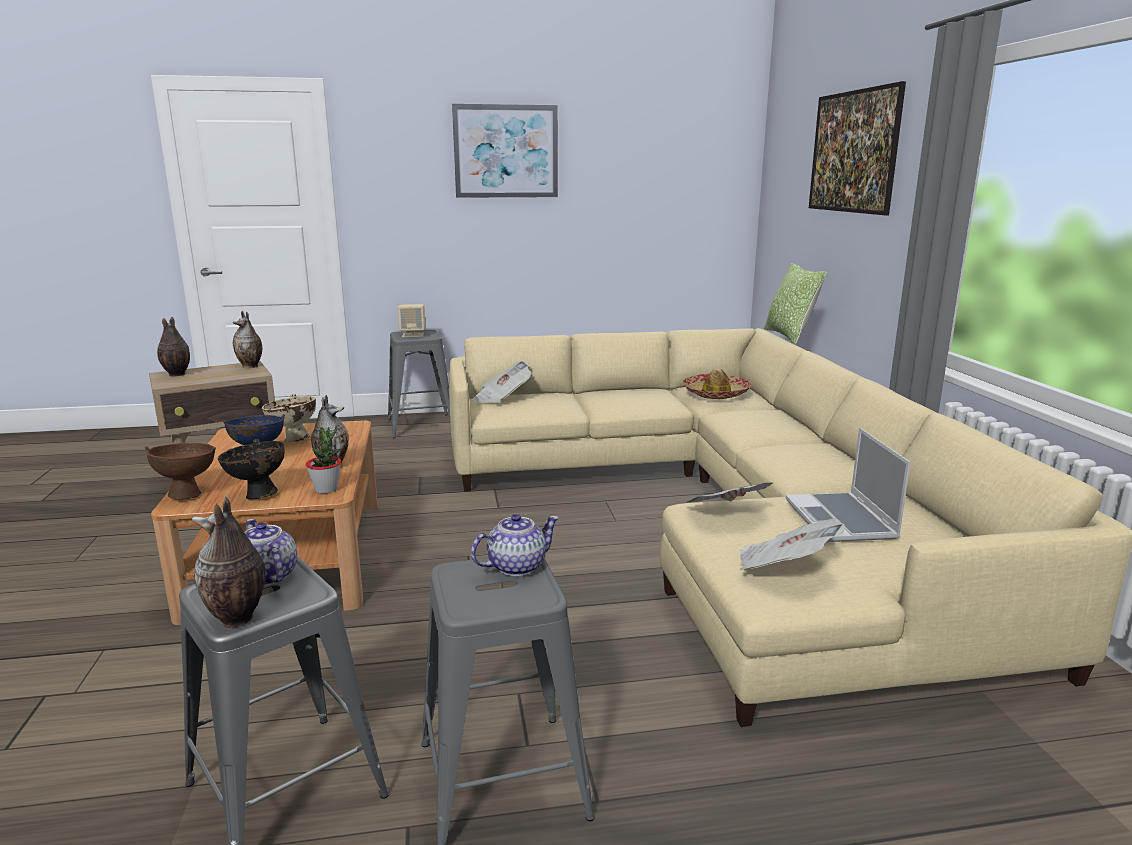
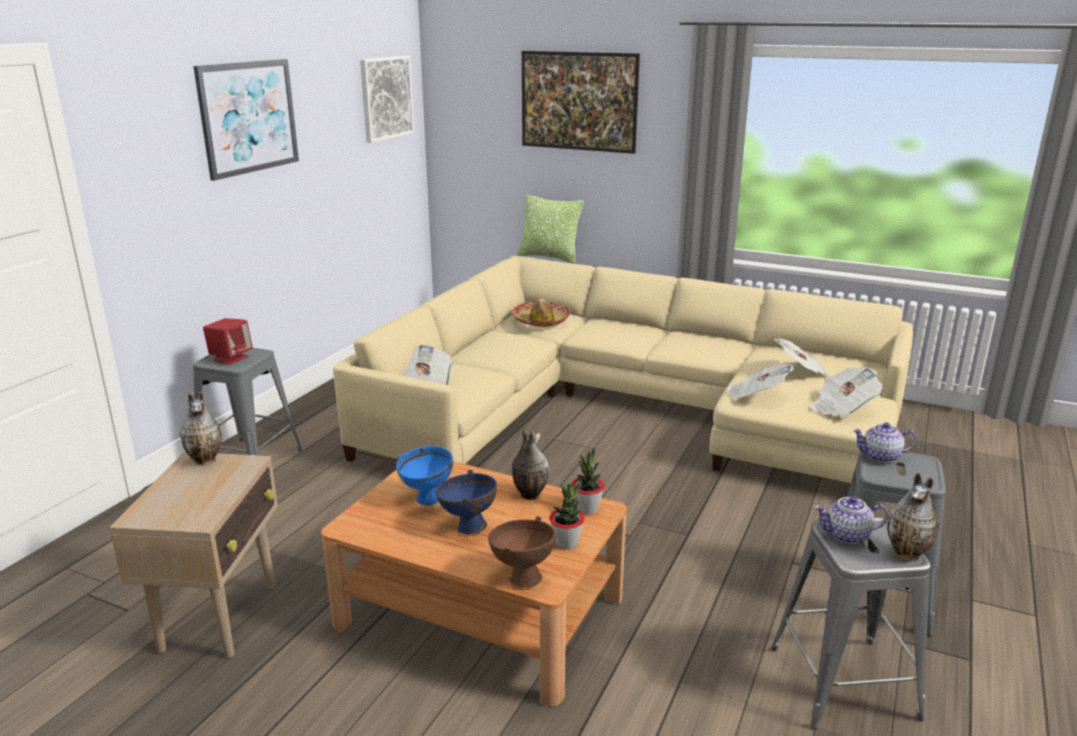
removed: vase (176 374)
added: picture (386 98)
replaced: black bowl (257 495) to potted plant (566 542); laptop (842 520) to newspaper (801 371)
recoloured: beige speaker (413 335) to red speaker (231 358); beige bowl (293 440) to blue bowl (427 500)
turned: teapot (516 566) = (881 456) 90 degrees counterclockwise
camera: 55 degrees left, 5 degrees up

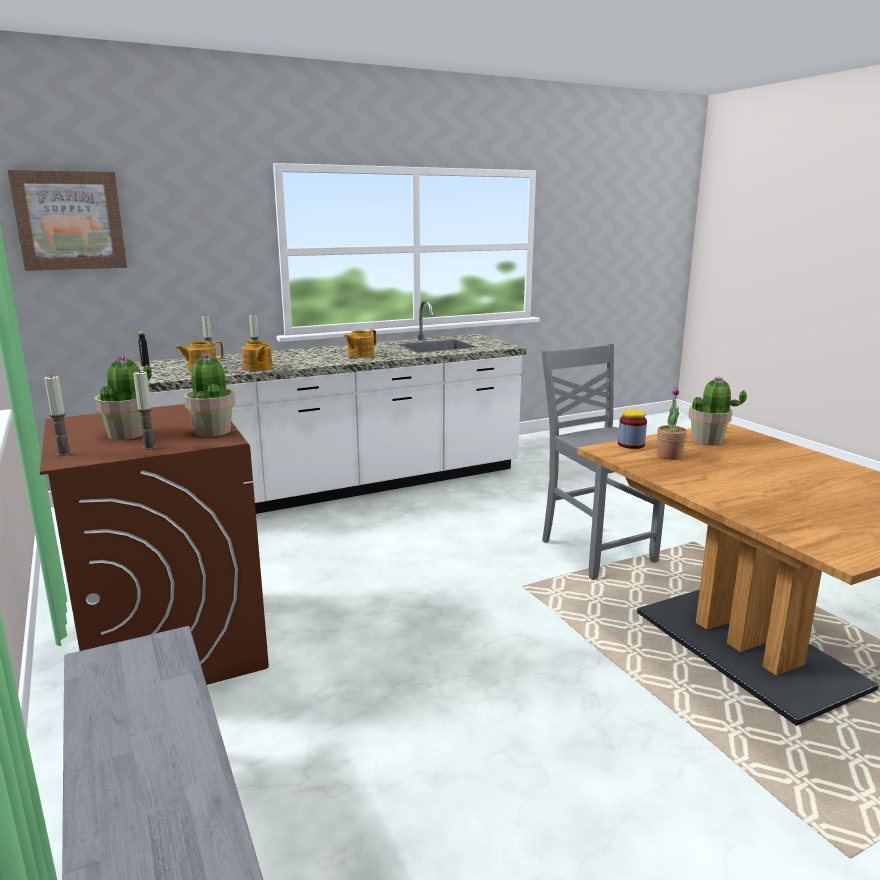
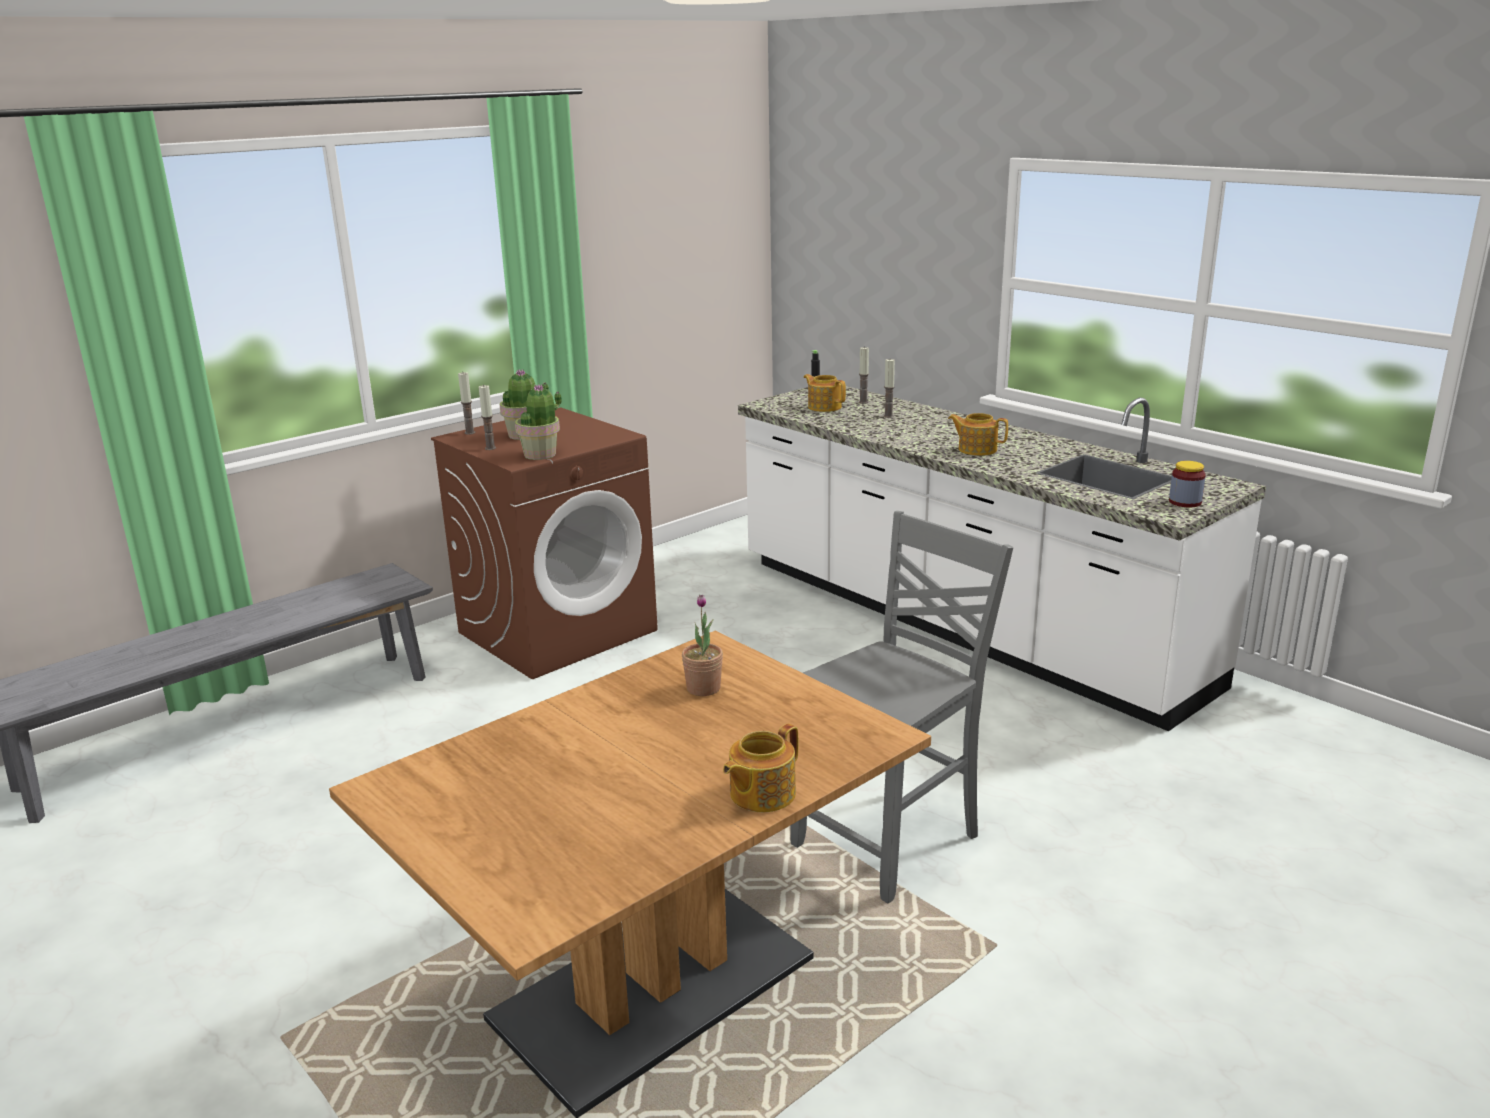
removed: picture (70 220); potted plant (707 441)
moved: teapot (257 368) to (761 794); jar (631 444) to (1185 502)
camera: 75 degrees right, 5 degrees up

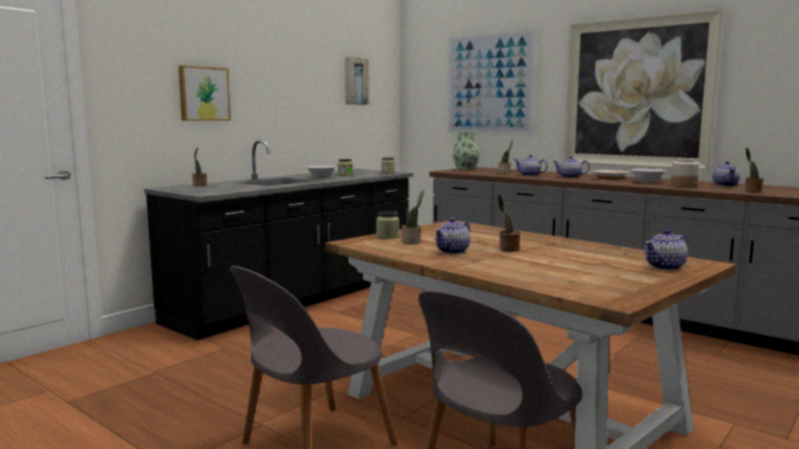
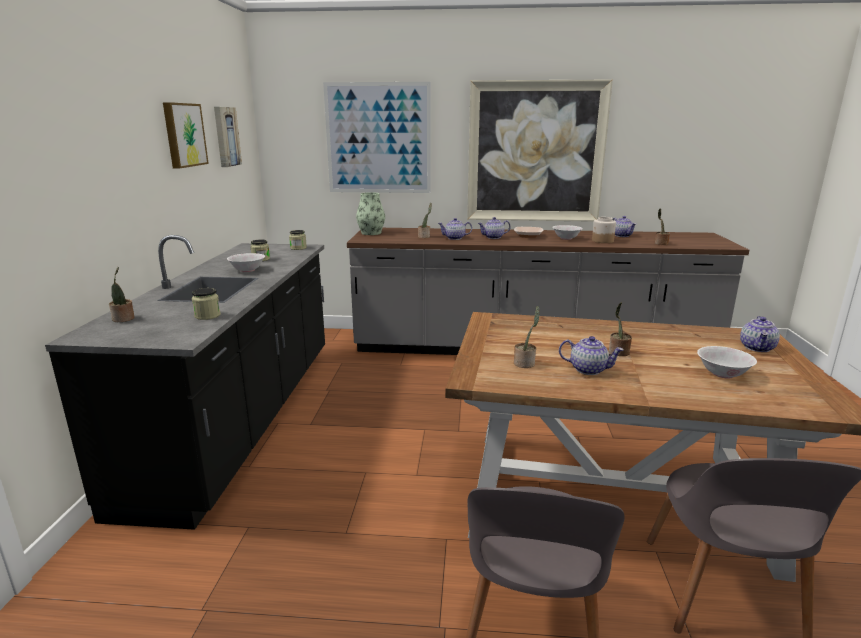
added: white bowl (723 374)
moved: picture (203 94) to (183 135); jar (387 236) to (207 316)
turned: teapot (452 251) = (588 369) 75 degrees counterclockwise
camera: 35 degrees left, 10 degrees up

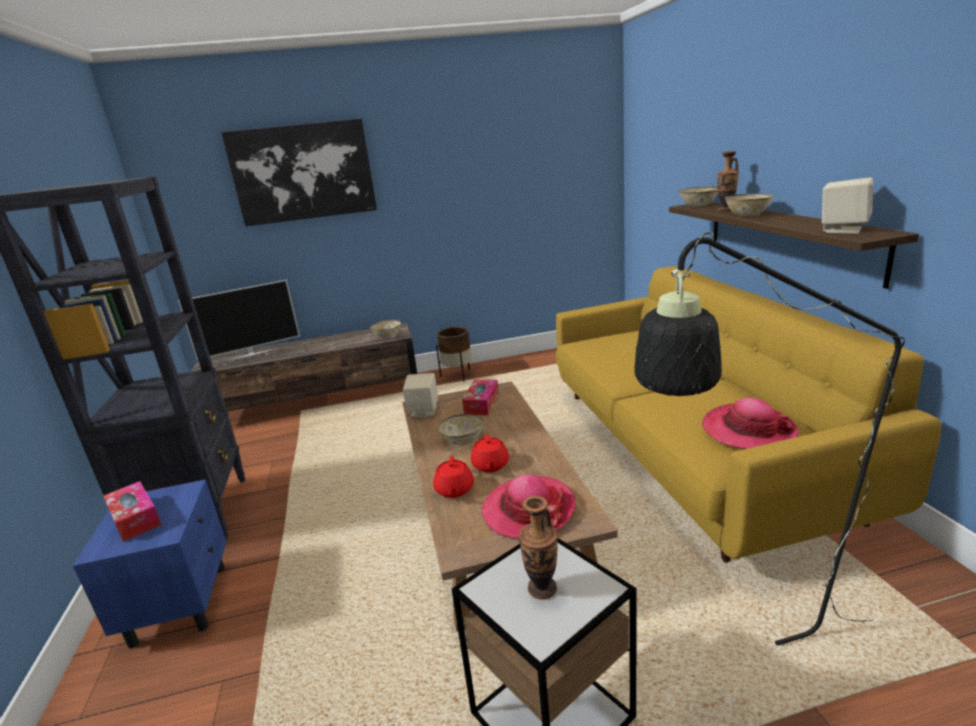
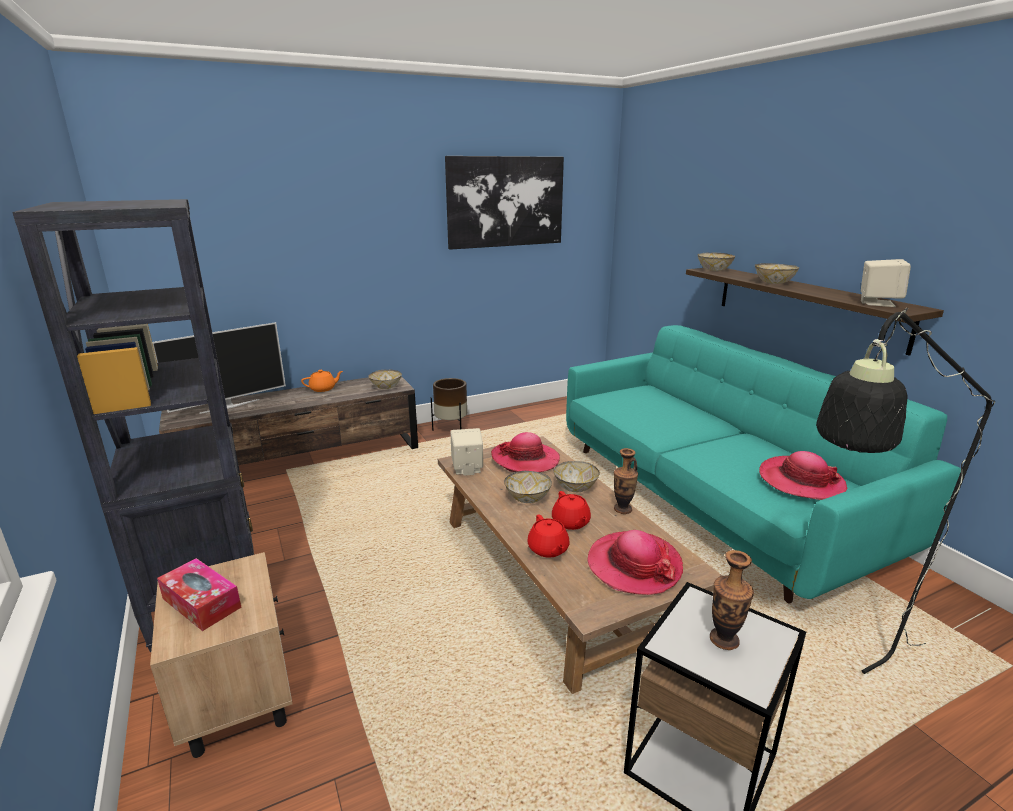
added: orange teapot (323 389); bowl (575 488)
moved: picture (303 172) to (505 202); vase (725 209) to (622 509)
replaced: tissue box (481 404) to hat (525 459)
recoloured: blue nightstand (181 602) to beige nightstand (238 697); yellow sofa (688 449) to turquoise sofa (710 499)
camera: 15 degrees left, 0 degrees up

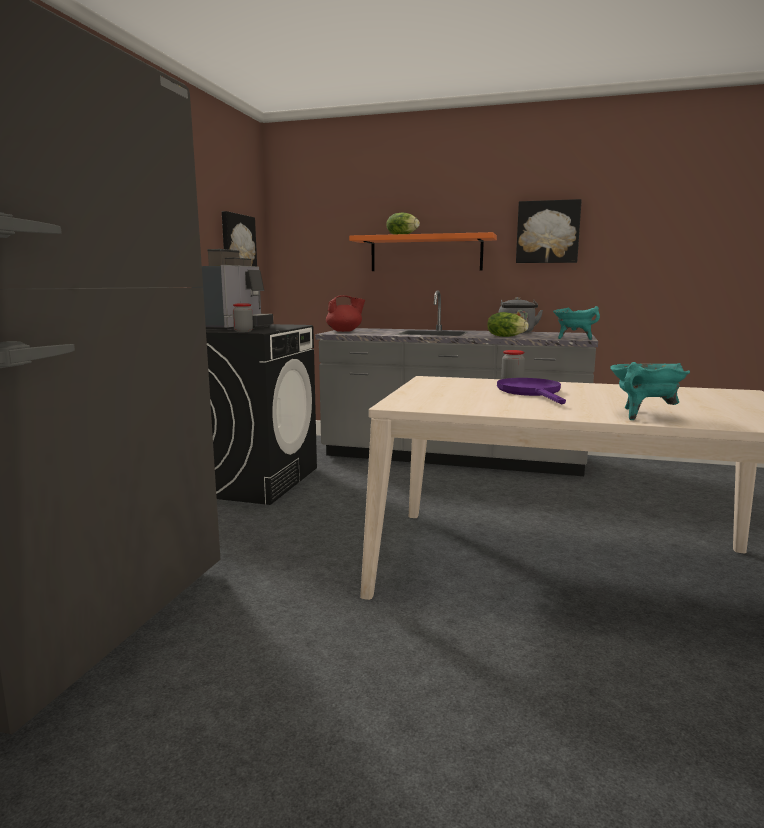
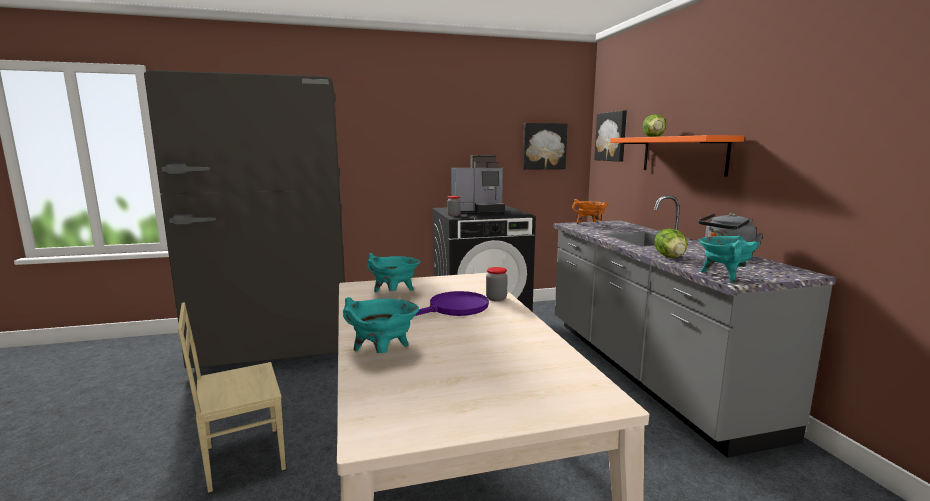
added: beige chair (243 457); turquoise cooking pot (394 294)
moved: picture (547 232) to (612 136)
replaced: red teapot (345 331) to orange cooking pot (590 224)
camera: 60 degrees right, 0 degrees up

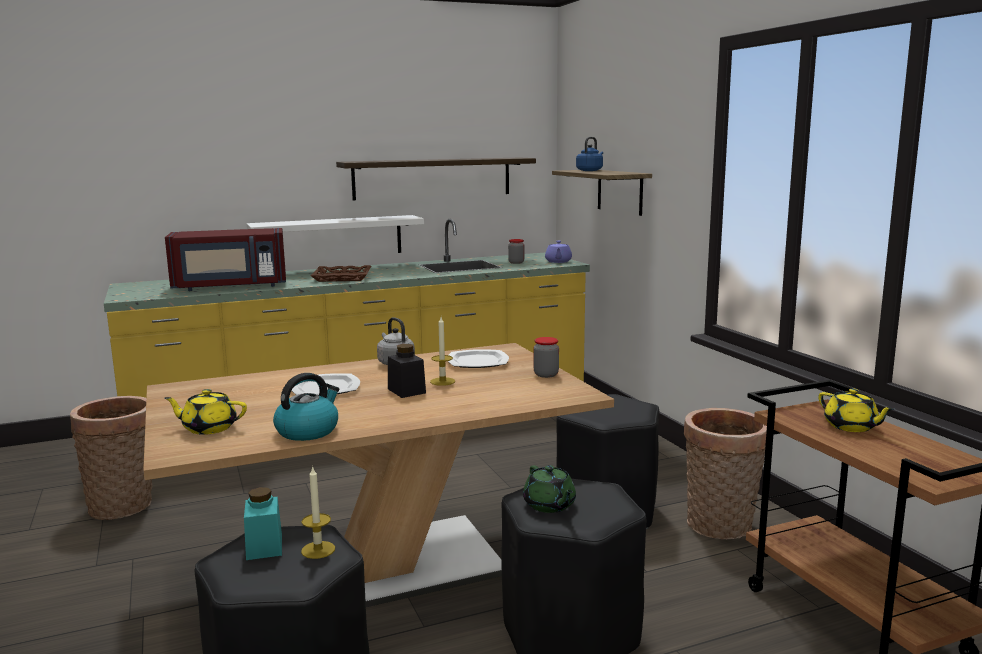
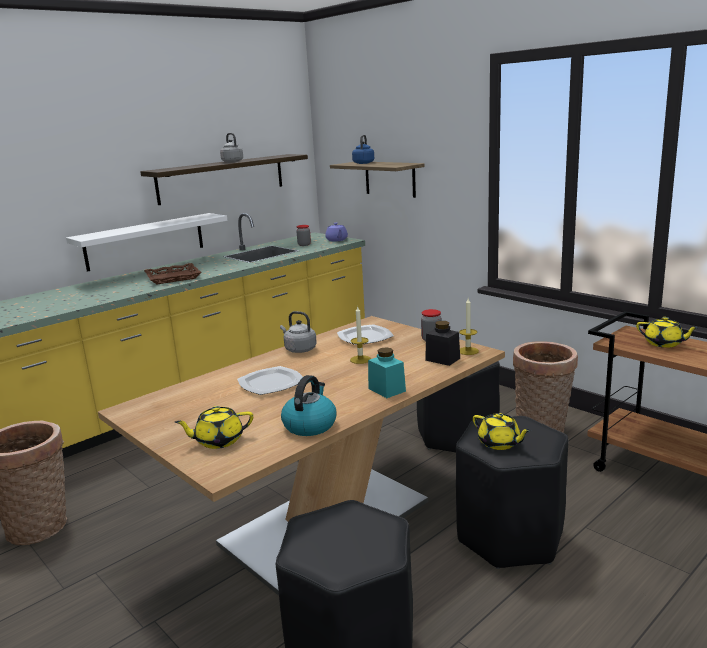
removed: red microwave (230 286)
added: grey kettle (231 161)
moved: turquoise jar (264 547) to (387 390); black jar (406 391) to (442 359); candle (318 550) to (468 351)
recoloured: green teapot (549 505) to yellow teapot (499 443)
camera: 20 degrees left, 5 degrees up

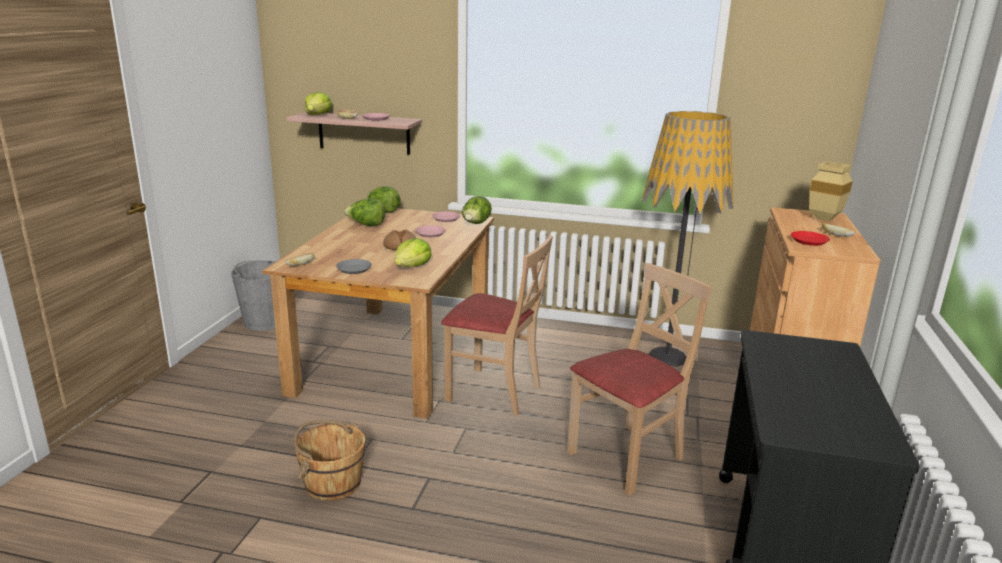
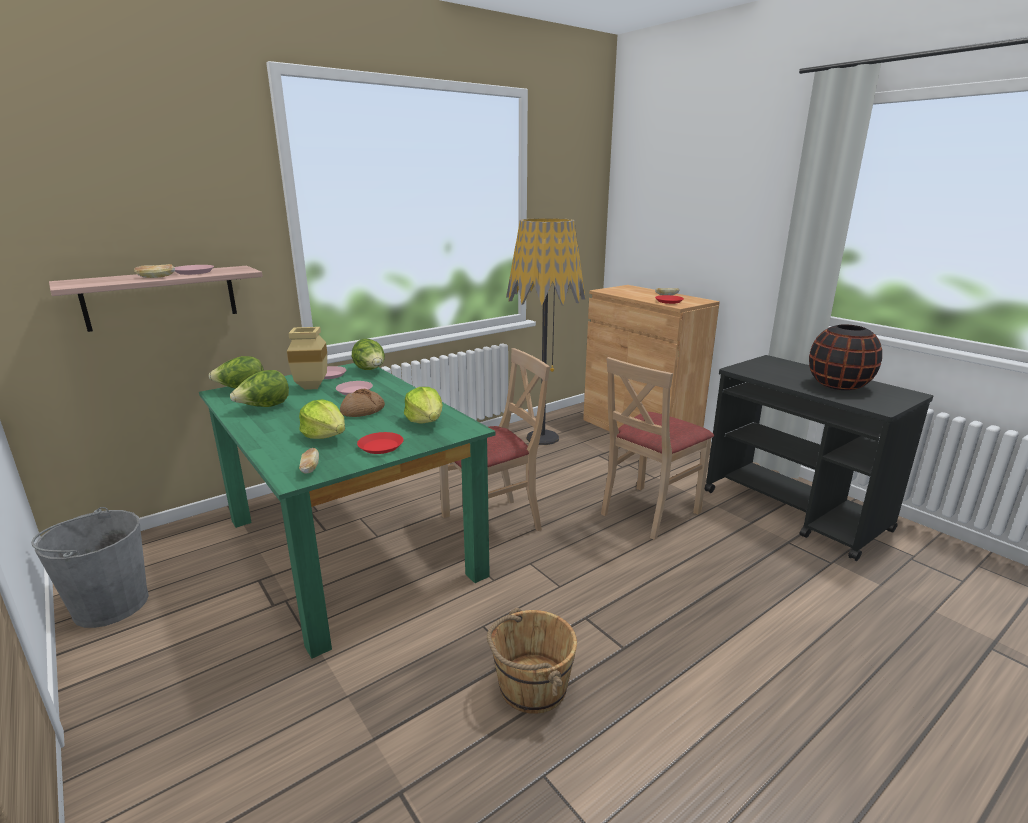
added: black vase (838 385)
moved: beige vase (822 219) to (310 388); lettuce (317 115) to (325 435)
recoloured: brown dining table (394 354) to green dining table (348 546); grey plate (354 269) to red plate (380 446)
turned: beige chair (627 457) = (648 511) 135 degrees counterclockwise
camera: 50 degrees left, 0 degrees up

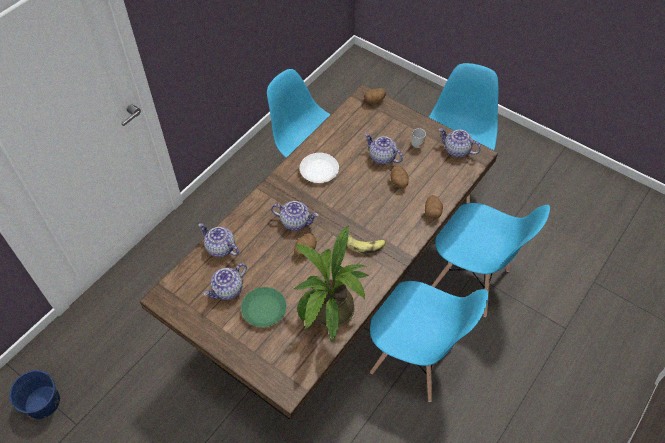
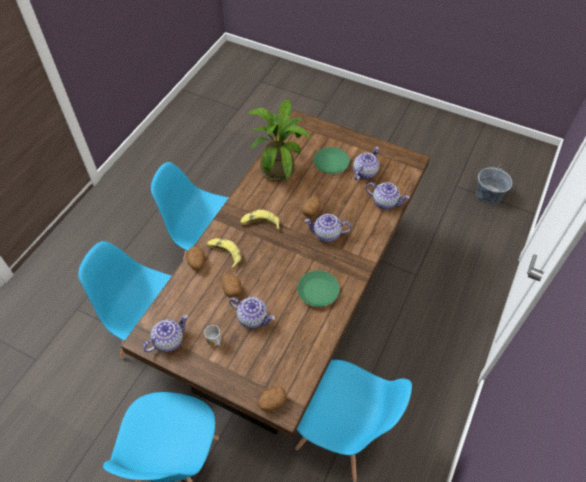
added: banana (224 254)
recoloured: white plate (319 171) to green plate (318 290); blue bucket (43 402) to grey bucket (488 194)
turned: teapot (456 150) = (169 340) 60 degrees counterclockwise
camera: 170 degrees right, 0 degrees up

